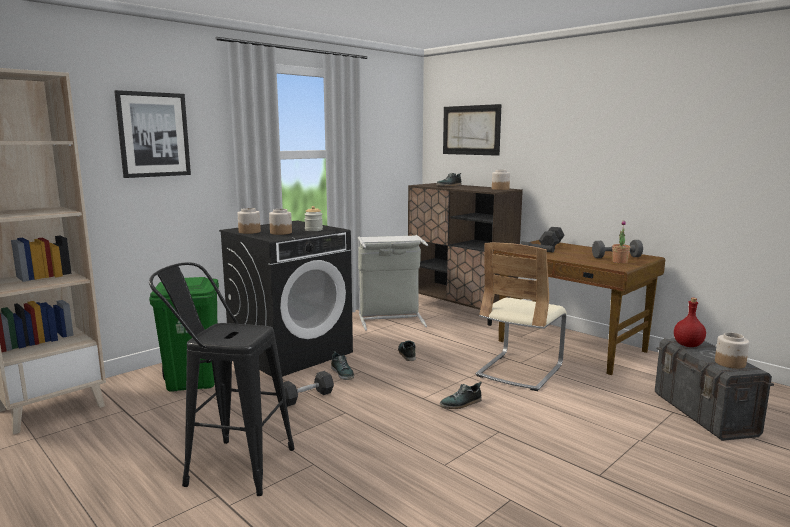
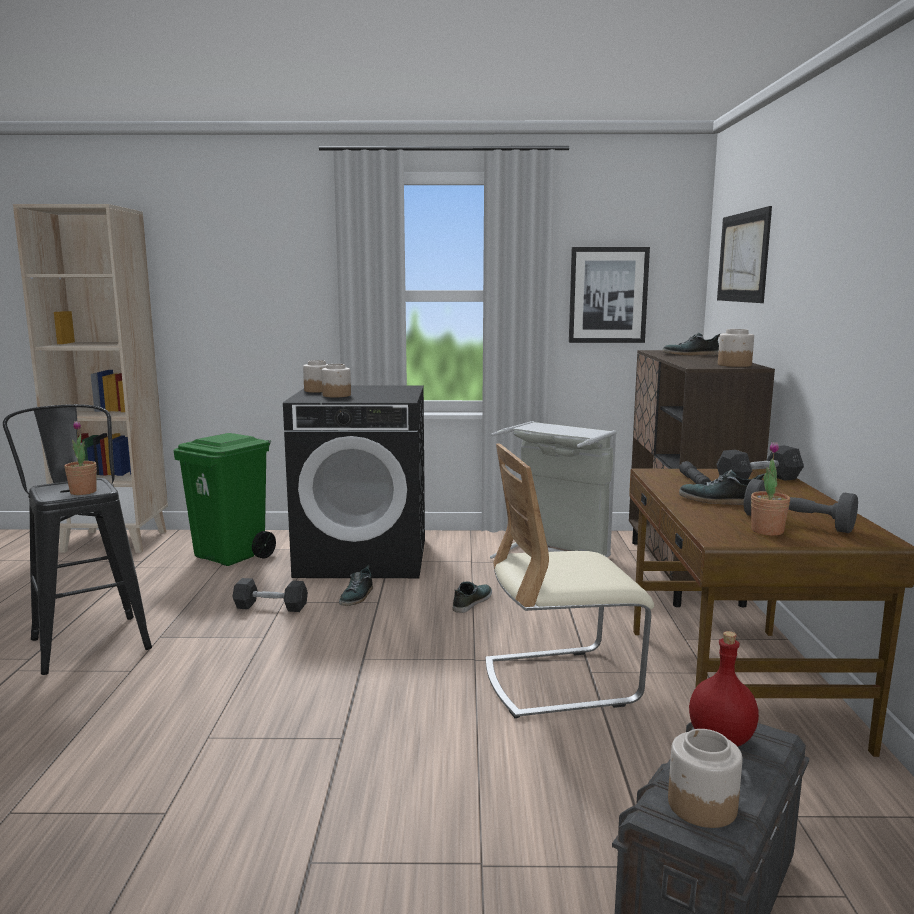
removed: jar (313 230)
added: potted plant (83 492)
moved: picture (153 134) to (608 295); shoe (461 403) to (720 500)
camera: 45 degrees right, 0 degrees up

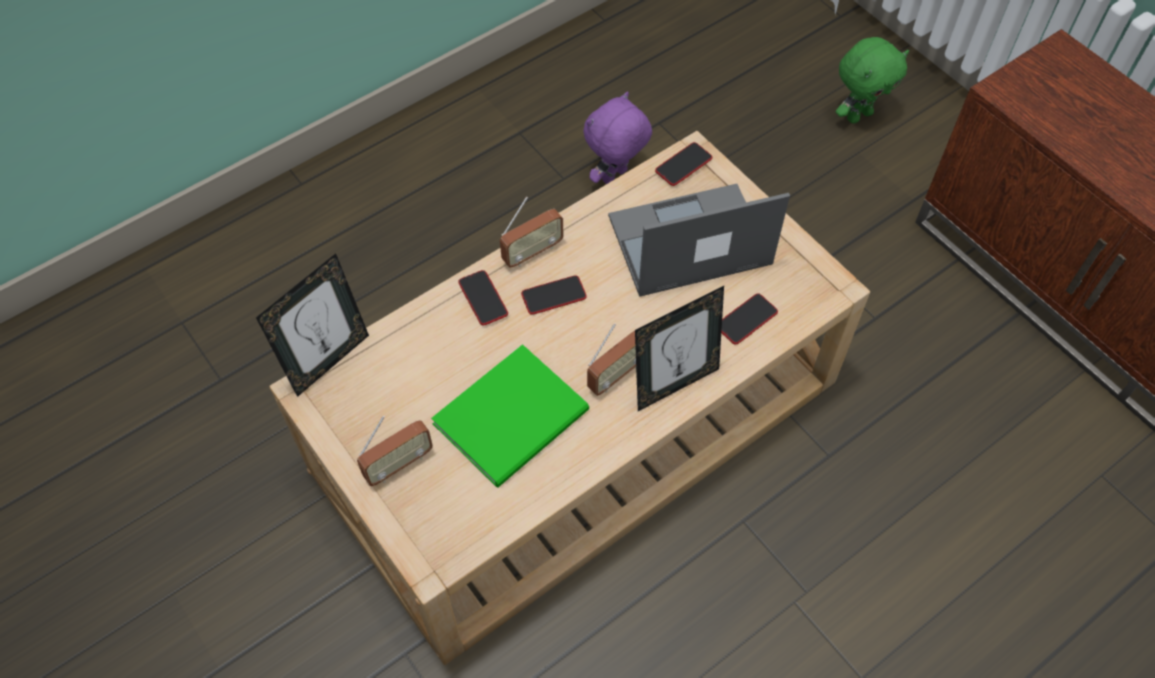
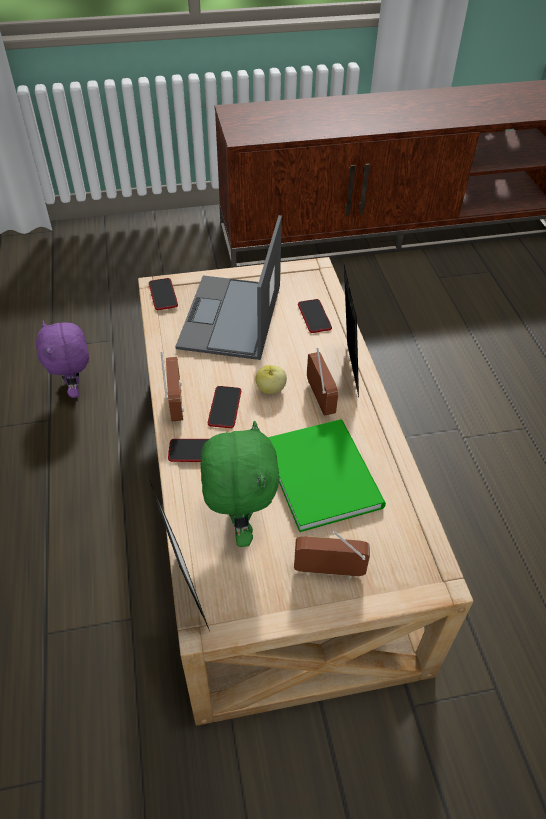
added: apple (270 389)
moved: green plush toy (858 115) to (239 523)
turned: radio (398 464) = (329 571) 75 degrees counterclockwise
camera: 65 degrees left, 10 degrees down

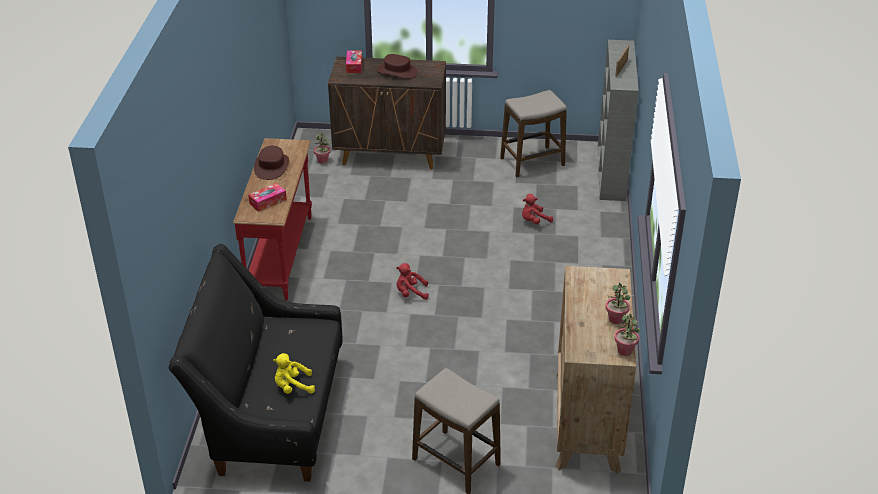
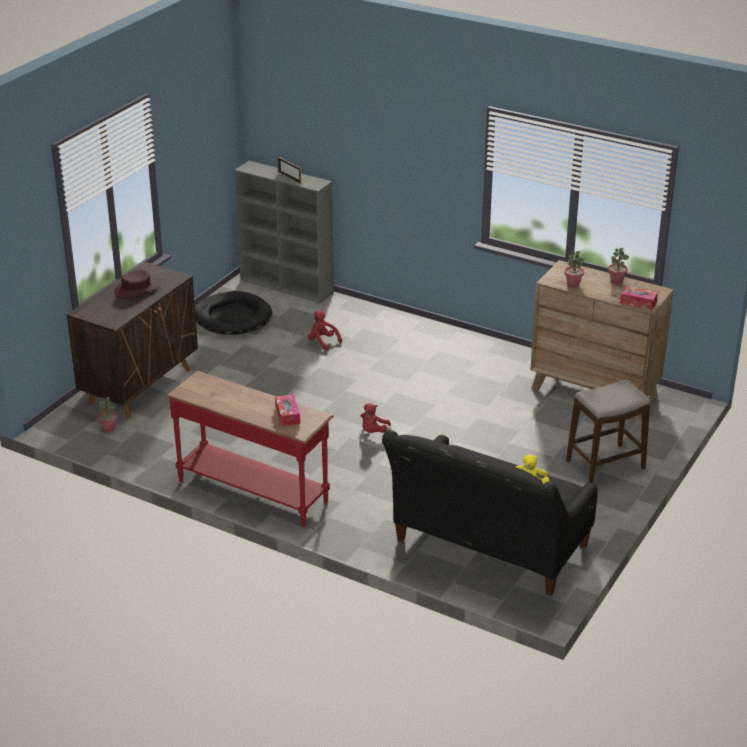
removed: brown hat (271 166)
moved: potted plant (625 351) to (573 284); tissue box (354 65) to (638 302)
replaced: stool (532 162) to black dog bed (232 317)
turned: red plush toy (534 221) = (322 342) 135 degrees clockwise
camera: 65 degrees left, 5 degrees down

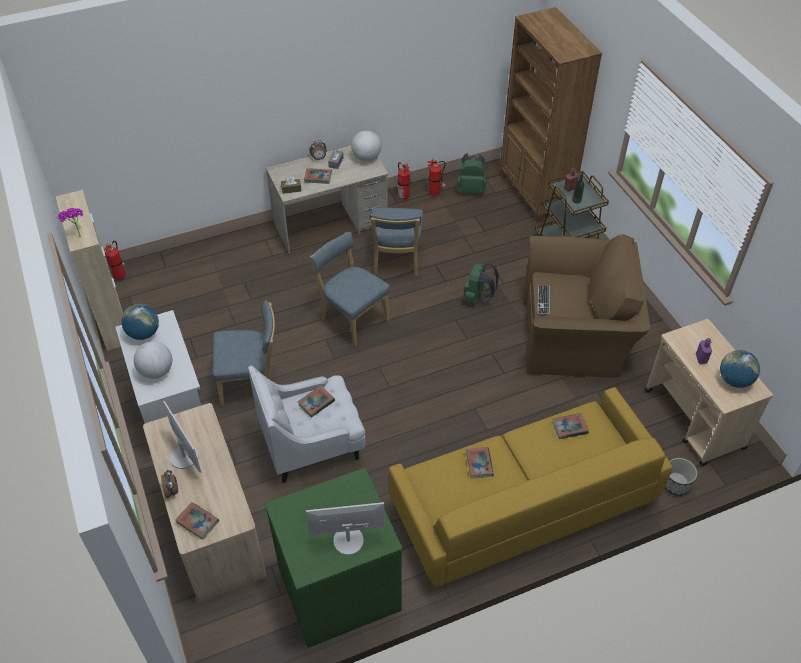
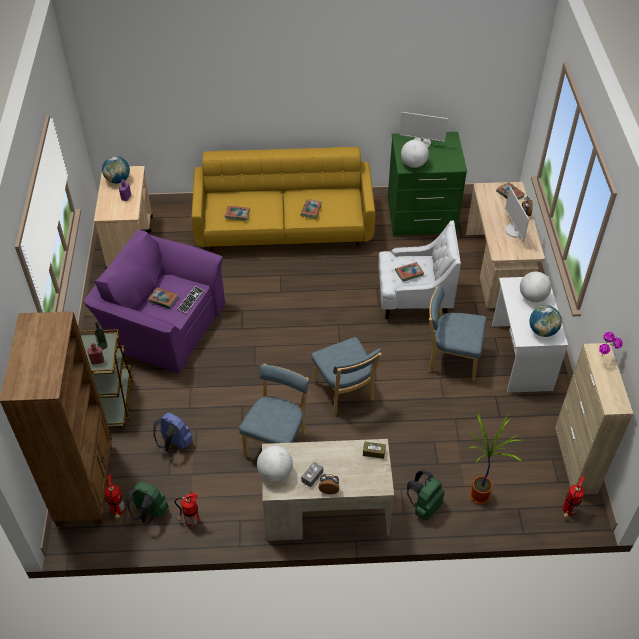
removed: planter (676 484)
added: blue backpack (174 444); globe (413 164); potted plant (480 497)
moved: fire extinguisher (403 196) to (118 511); book (318 177) to (163 299); green backpack (477 298) to (424 506)
recoloured: brown armchair (577 333) to purple armchair (162 324)
camera: 160 degrees left, 0 degrees up

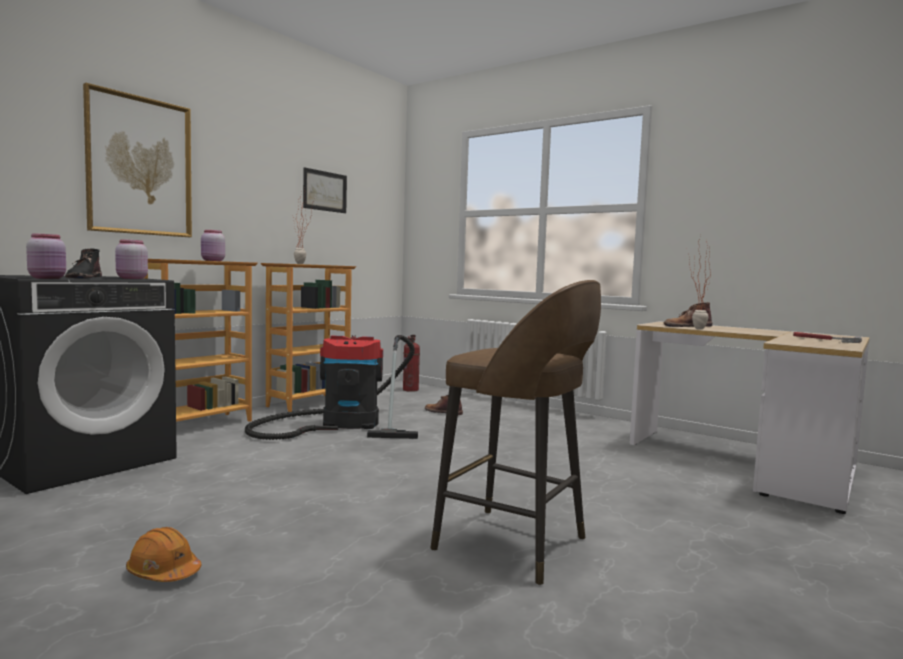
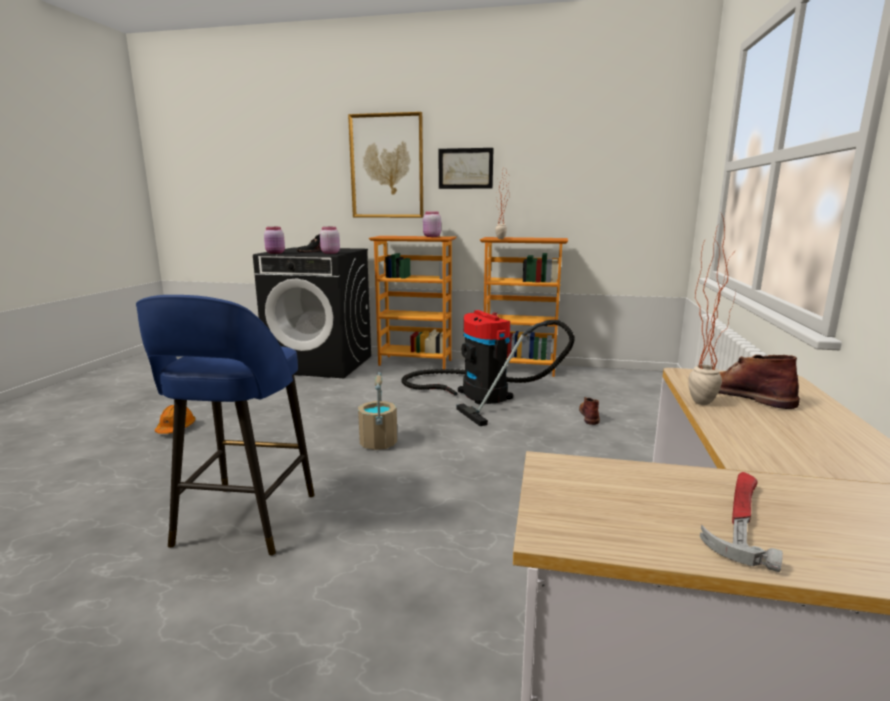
removed: fire extinguisher (411 390)
added: beige bucket (378 443)
moved: picture (325 191) to (465 168)
recoloured: brown stool (515 545) to blue stool (243 522)
camera: 65 degrees right, 10 degrees up

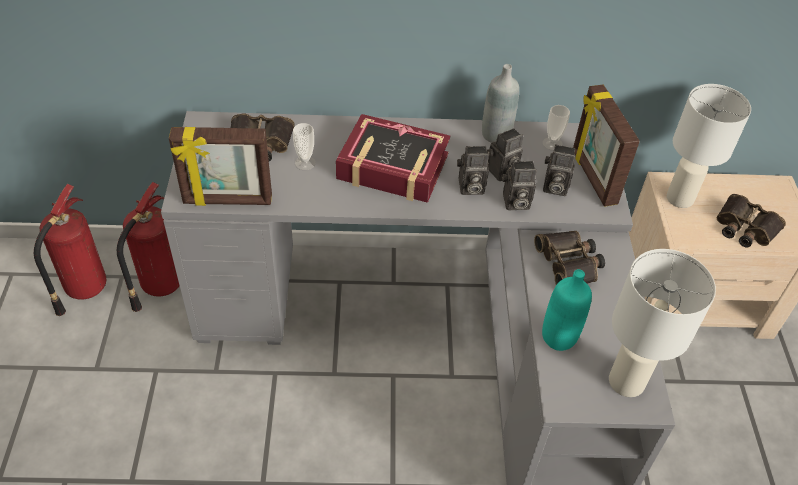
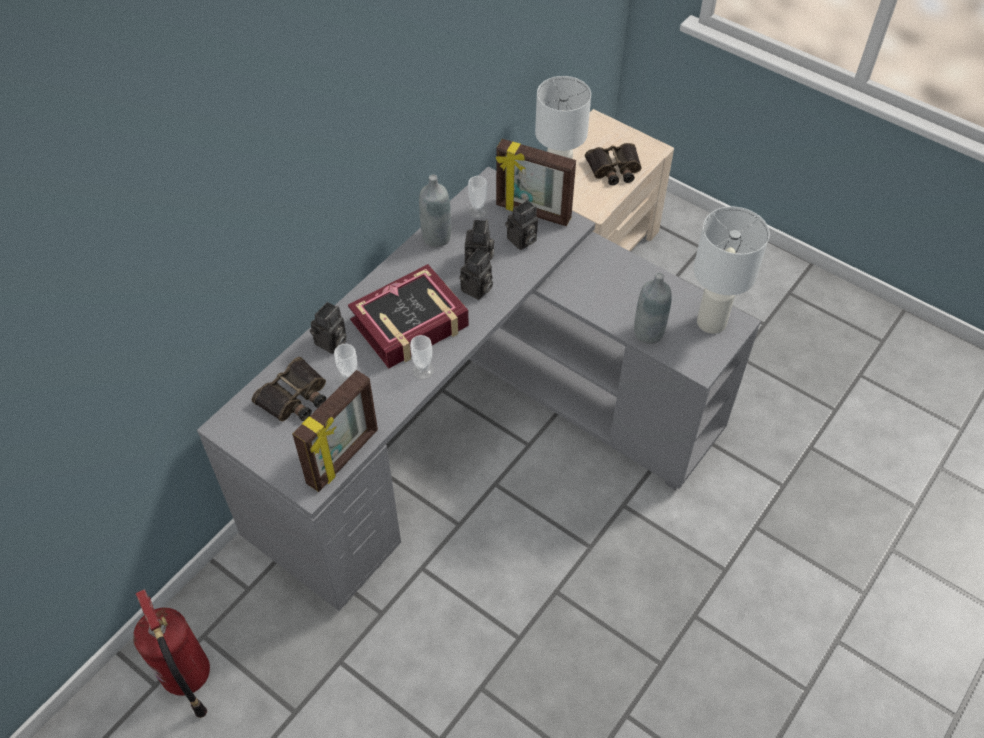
removed: fire extinguisher (159 286); binoculars (570 263)
added: cup (423 370)
moved: photo camera (514 203) to (331 343)
recoloured: turquoise bottle (559 337) to grey bottle (648 333)
camera: 50 degrees left, 5 degrees up

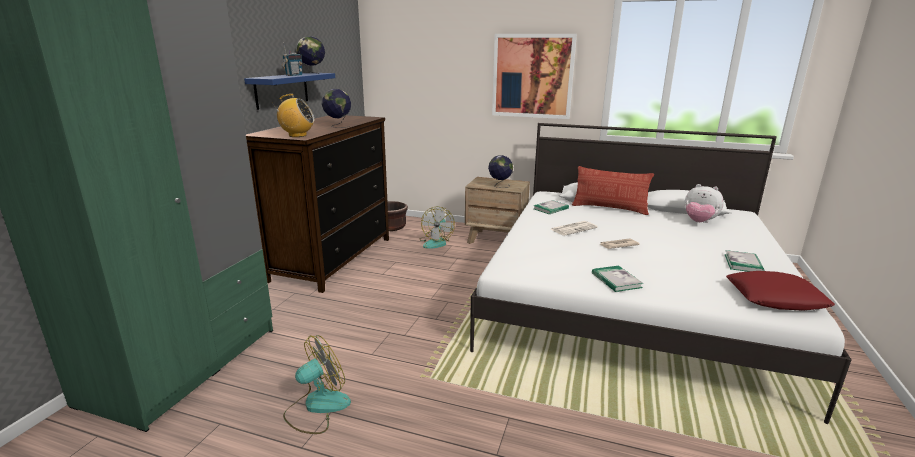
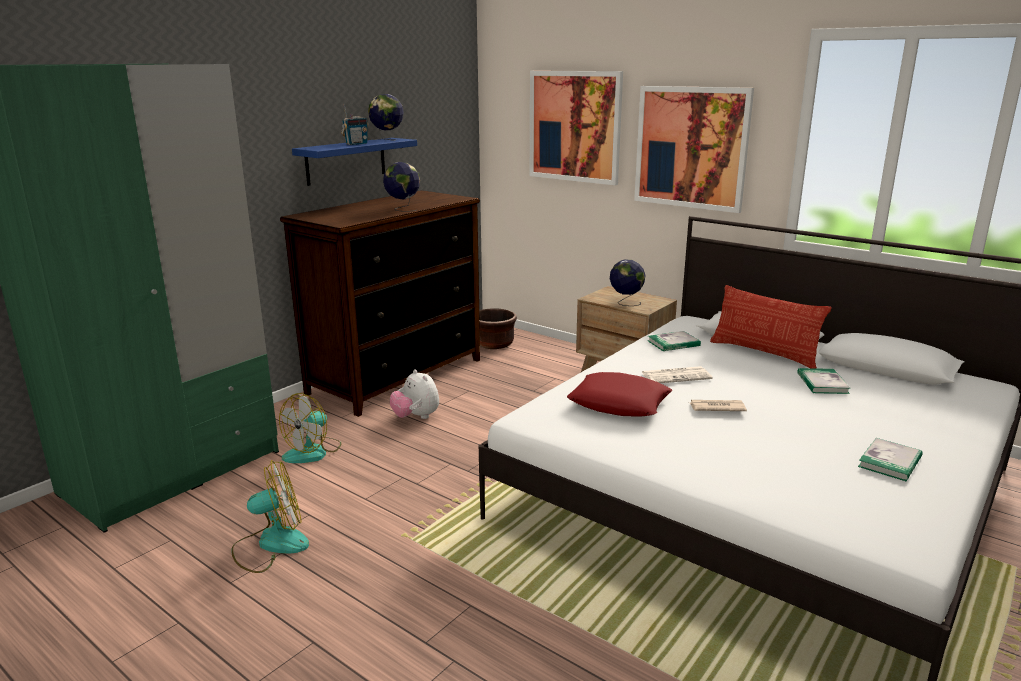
removed: radio (297 135)
added: picture (574 126)
moved: fan (436 242) to (313 451); plush toy (699 222) to (416 417); red pillow (775 298) to (619 403); book (616 280) to (822 383)
camera: 20 degrees right, 0 degrees up

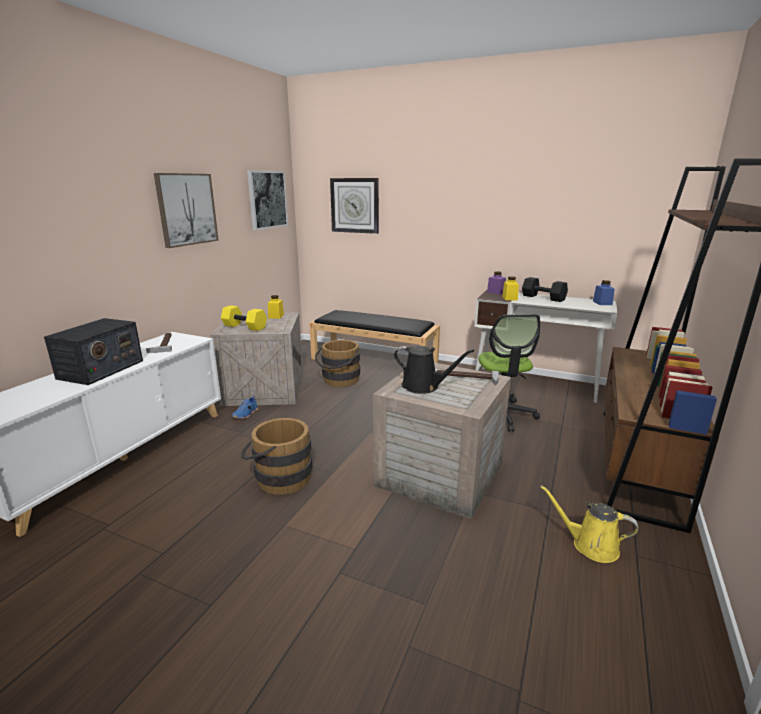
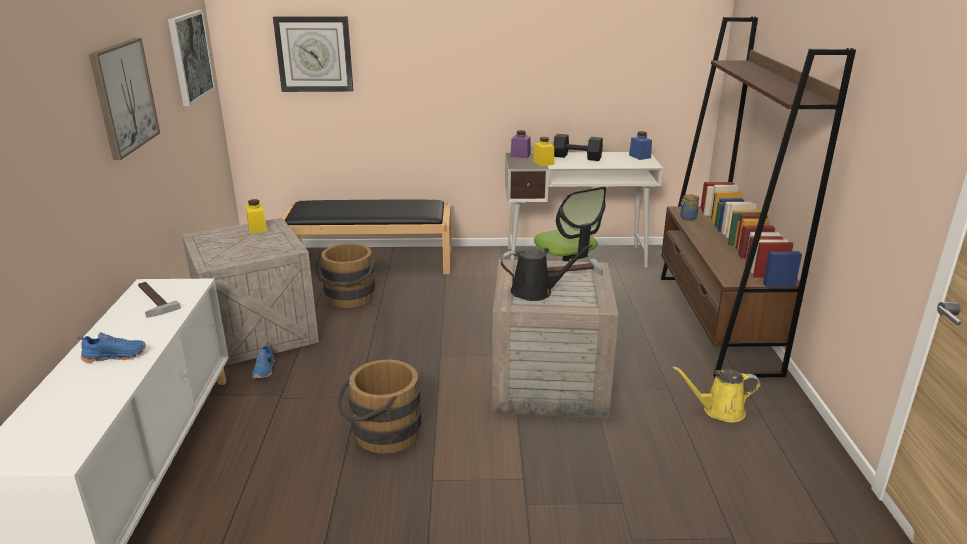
removed: yellow dumbbell (245 326)
added: jar (687 218)
replaced: radio (101 370) to blue shoe (115 355)
camera: 25 degrees left, 5 degrees up

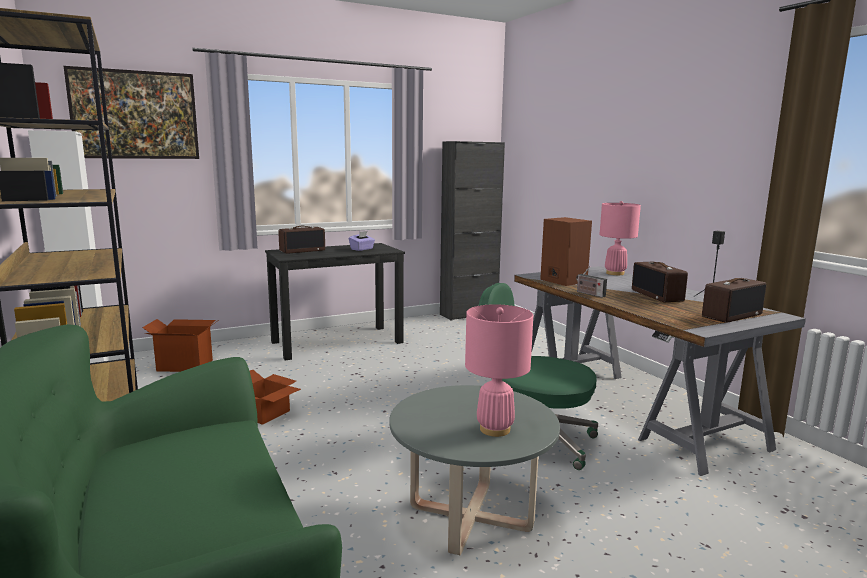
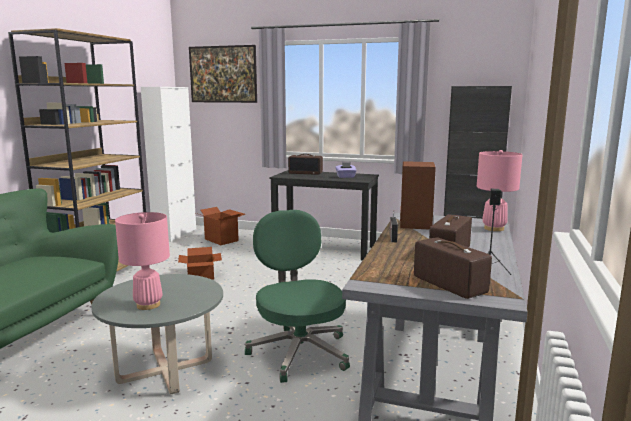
turned: radio (731 315) = (448 284) 135 degrees counterclockwise
camera: 45 degrees right, 0 degrees up

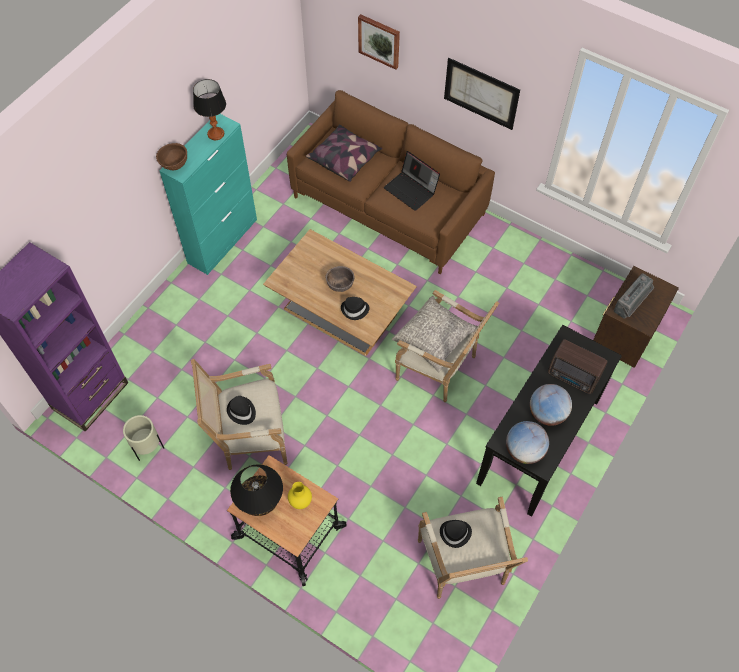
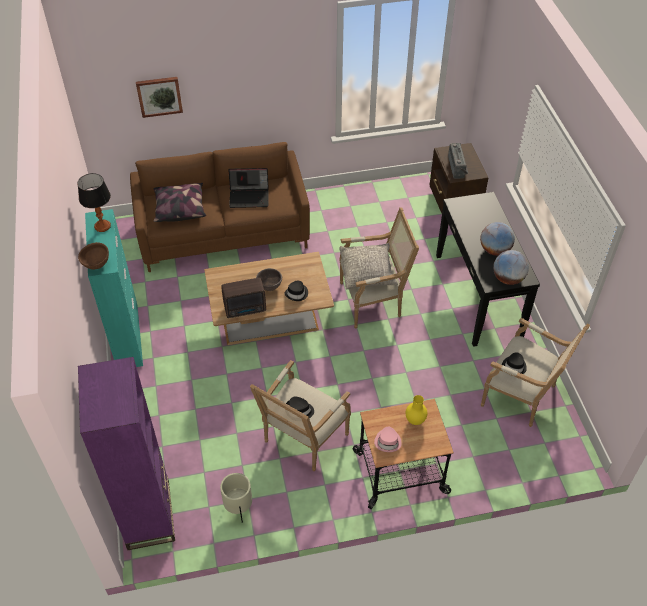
removed: picture (481 93)
moved: radio (573 377) to (246 309)
replaced: black table lamp (260 499) to pink hat (388 441)
camera: 45 degrees left, 10 degrees down

